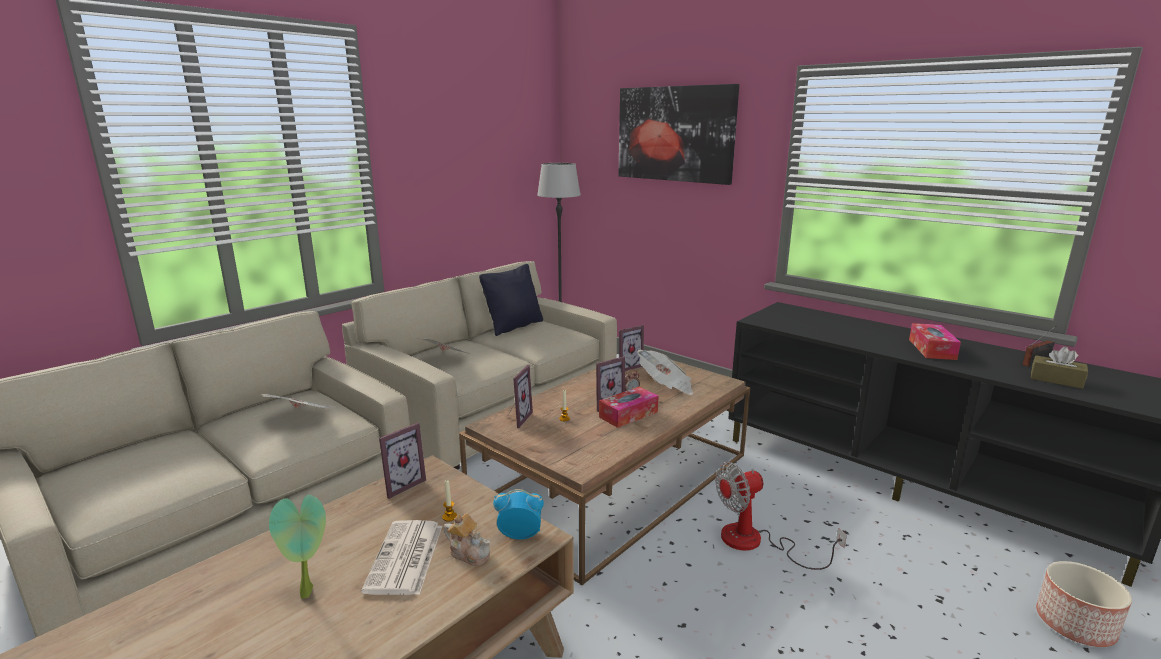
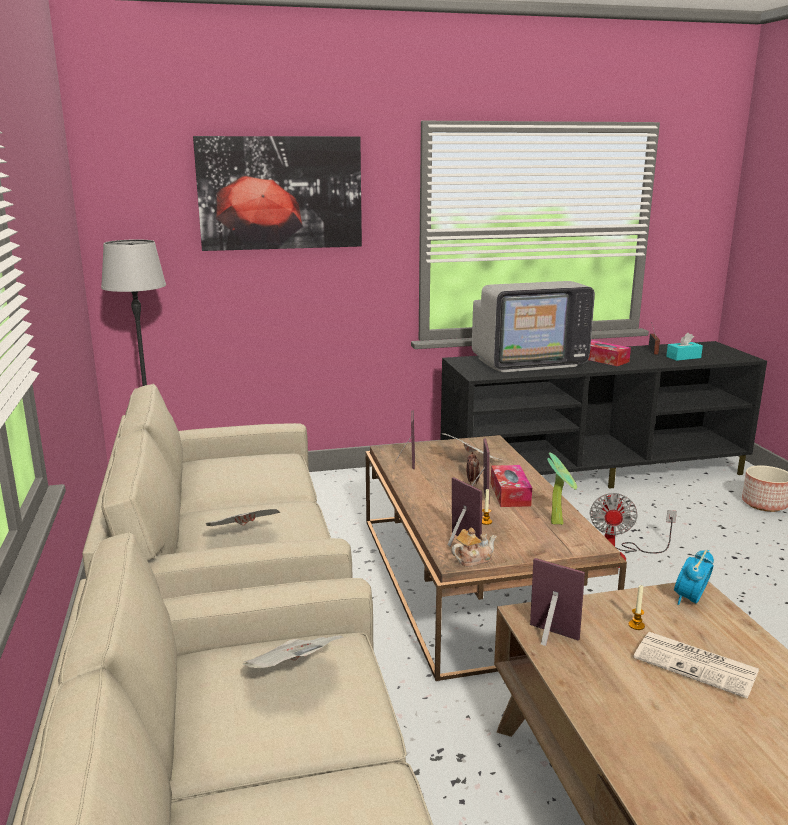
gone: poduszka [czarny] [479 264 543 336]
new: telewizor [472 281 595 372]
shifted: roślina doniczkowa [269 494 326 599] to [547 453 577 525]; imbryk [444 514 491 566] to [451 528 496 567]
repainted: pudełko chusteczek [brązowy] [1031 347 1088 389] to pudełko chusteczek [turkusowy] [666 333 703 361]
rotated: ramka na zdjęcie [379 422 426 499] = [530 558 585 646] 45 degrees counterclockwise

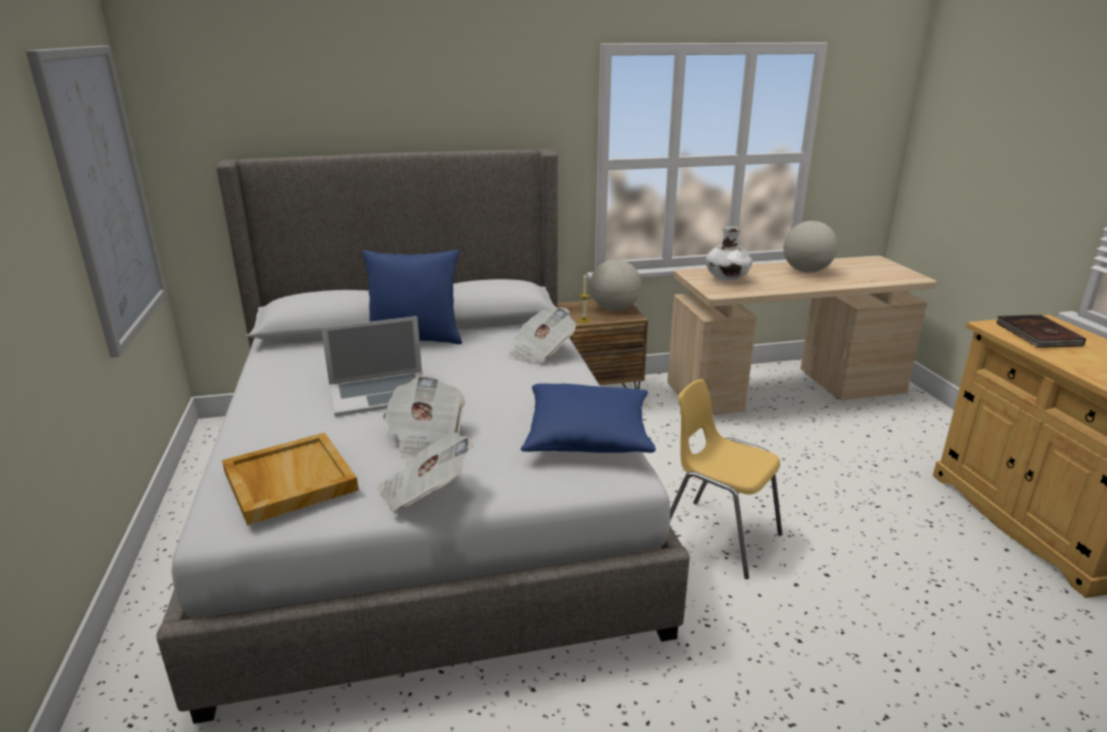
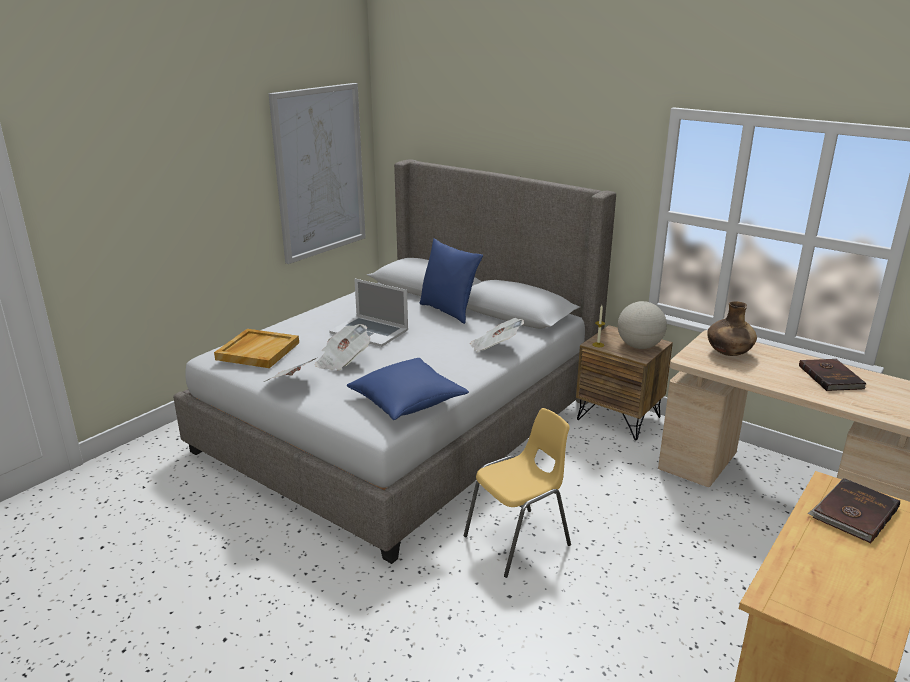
swapped: globus [784 221 838 273] to książka [brązowy] [799 359 866 391]
repainted: wazon [biały] [706 226 753 281] to wazon [brązowy] [707 301 757 356]
rotated: krzesło [żółty] [670 379 782 579] = [464 408 571 578] 60 degrees clockwise

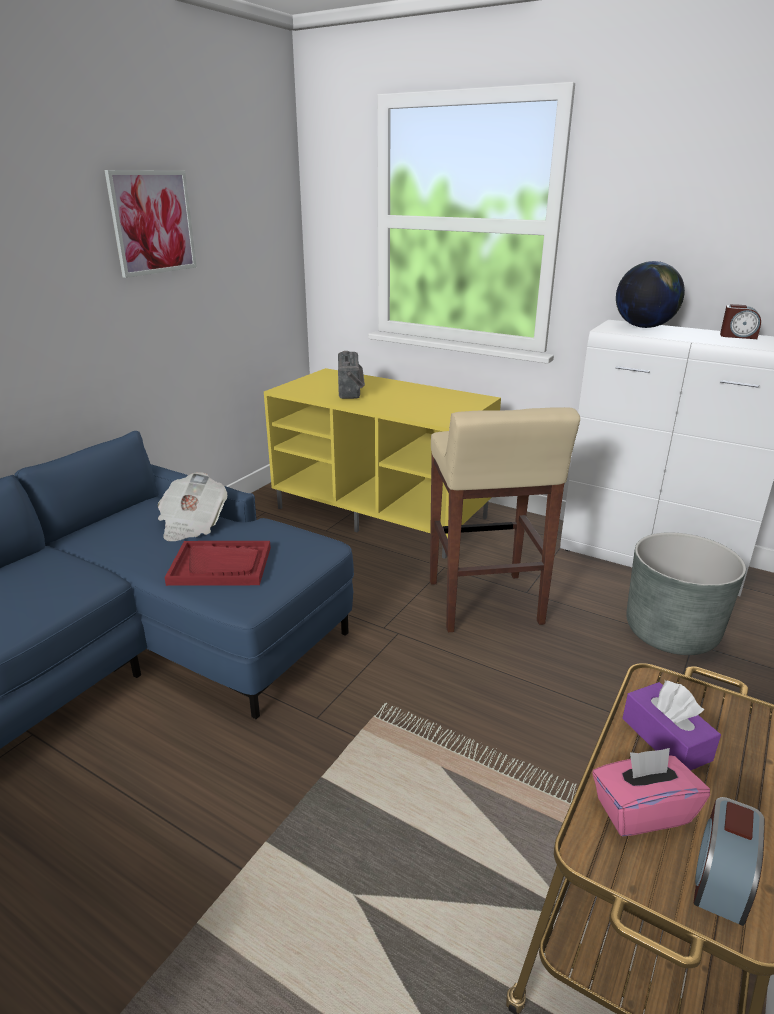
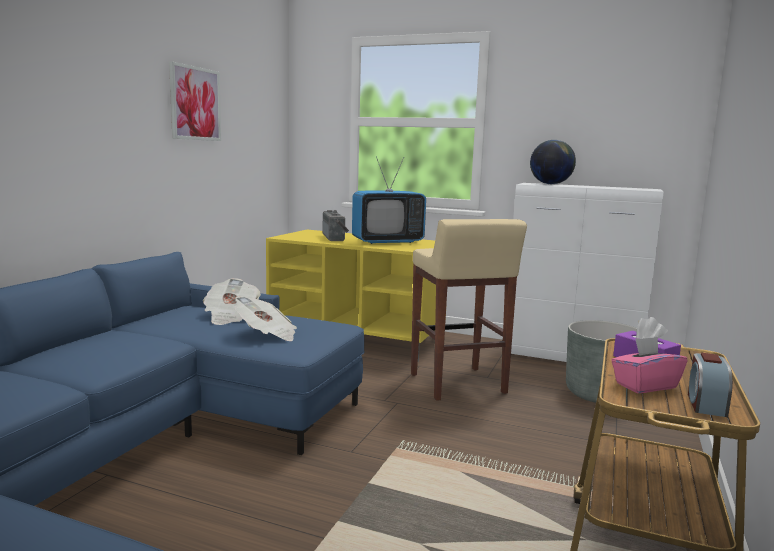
gone: budzik [720 304 761 339]
new: telewizor [352 157 426 244]
swapped: taca [czerwony] [164 541 271 586] to gazeta [234 296 297 341]

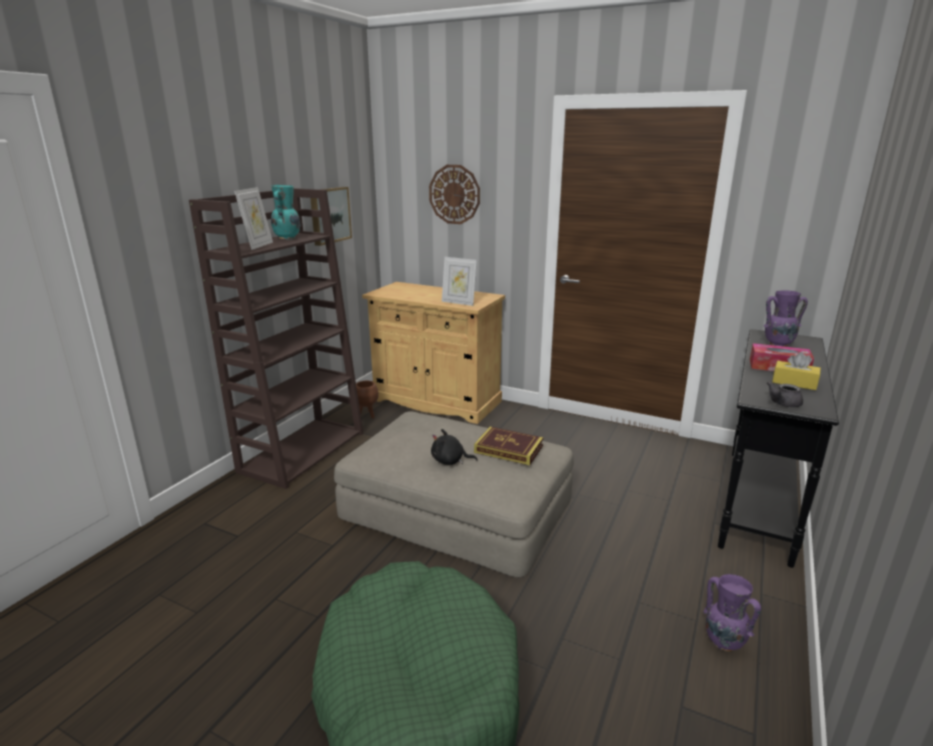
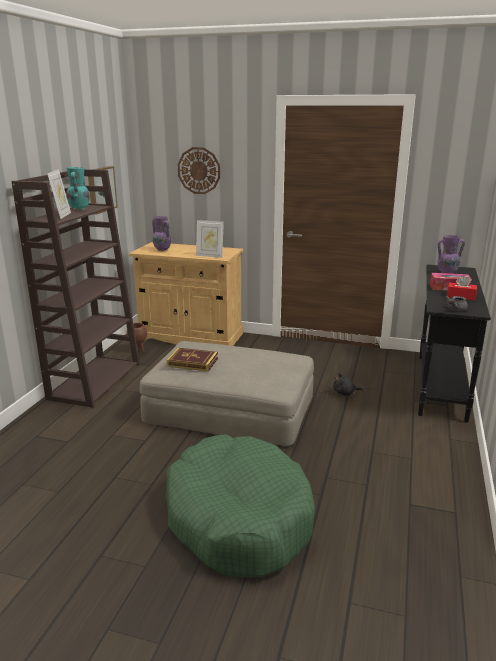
shifted: książka [474 427 543 465] to [166 348 218 372]; pluszak [czarny] [431 429 478 465] to [333 373 363 395]; wazon [fioletowy] [703 574 761 651] to [152 216 171 251]
repainted: pudełko chusteczek [żółty] [772 352 821 390] to pudełko chusteczek [czerwony] [447 275 477 300]

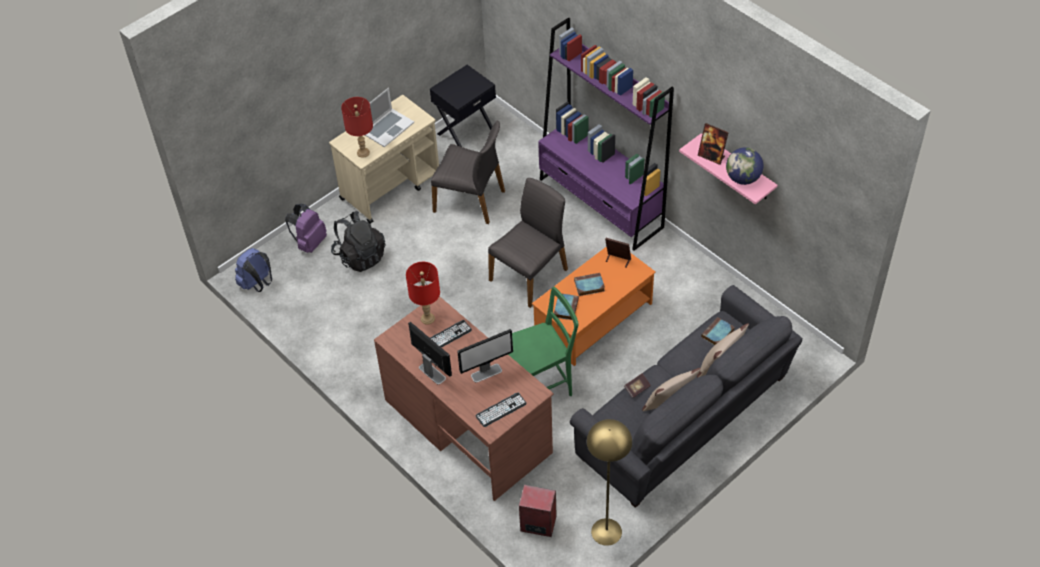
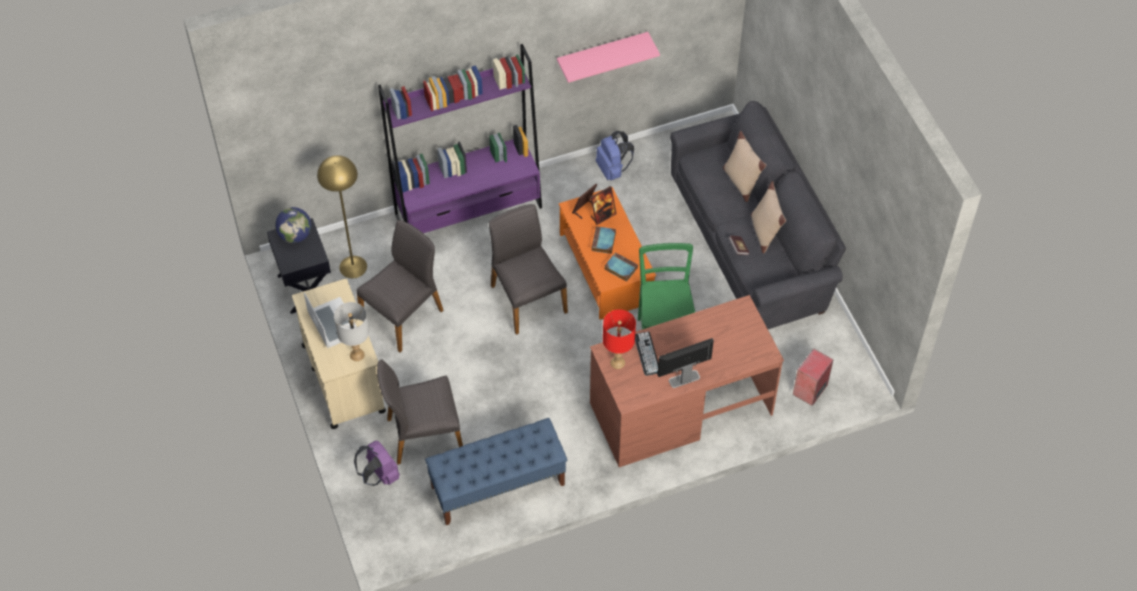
gone: książka [701 317 734 346]; monitor [457 329 513 382]; klawiatura [475 393 527 427]
new: ławka [niebieski] [425 418 567 525]
shifted: ramka na zdjęcie [698 123 729 165] to [590 186 617 225]; globus [726 147 763 185] to [275 207 311 243]; plecak [niebieski] [235 248 272 292] to [596 131 634 180]; lampa stojąca [żółty] [587 419 632 546] to [317 155 367 278]
swapped: plecak [czarny] [331 211 386 272] to krzesło [szary] [377 359 463 465]
repainted: lampa stołowa [czerwony] [341 97 373 158] to lampa stołowa [szary] [334 302 369 361]

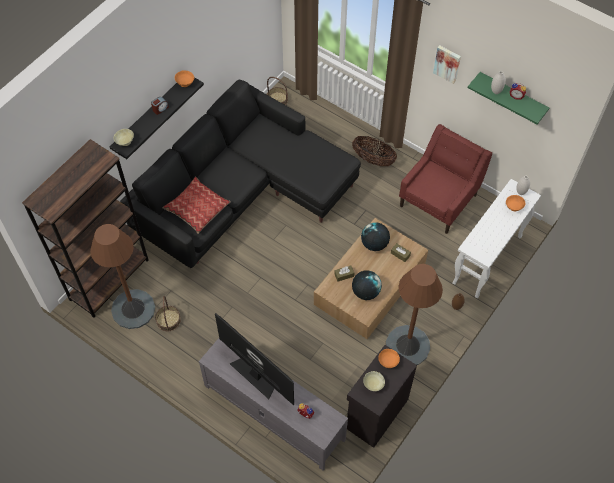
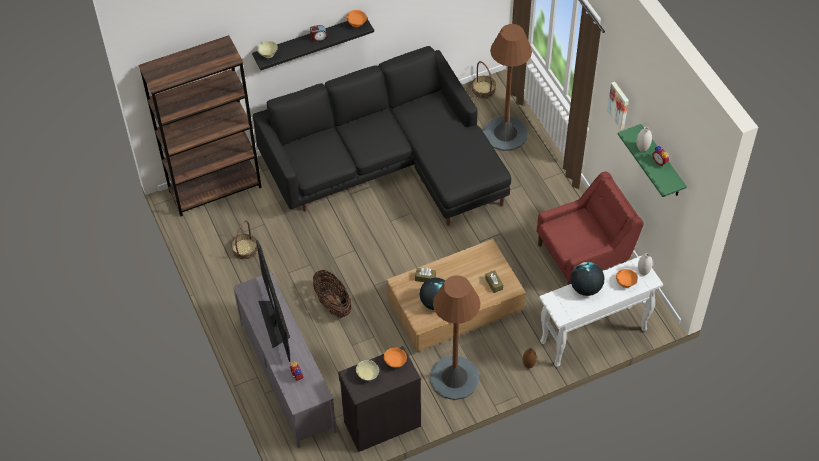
gone: poduszka [163 176 231 234]
shifted: koszyk [352 136 397 166] to [313 270 351 318]; globus [361 222 390 251] to [571 262 604 296]; lampa stojąca [brązowy] [90 224 155 329] to [484 24 532 151]

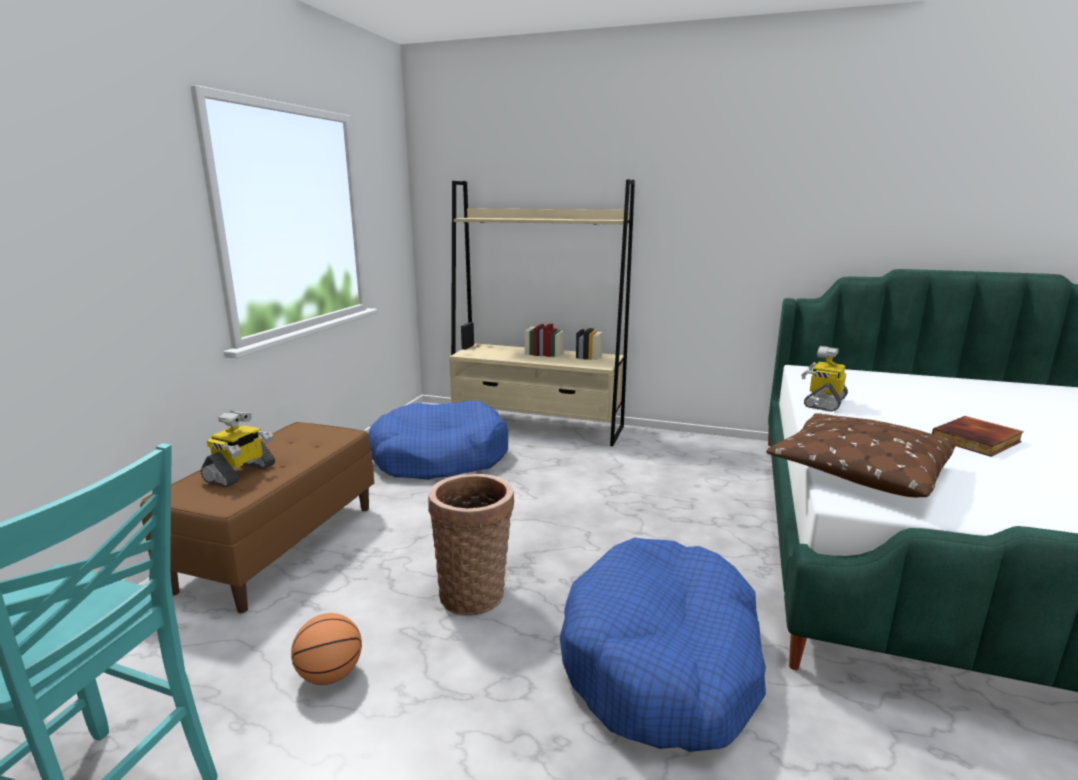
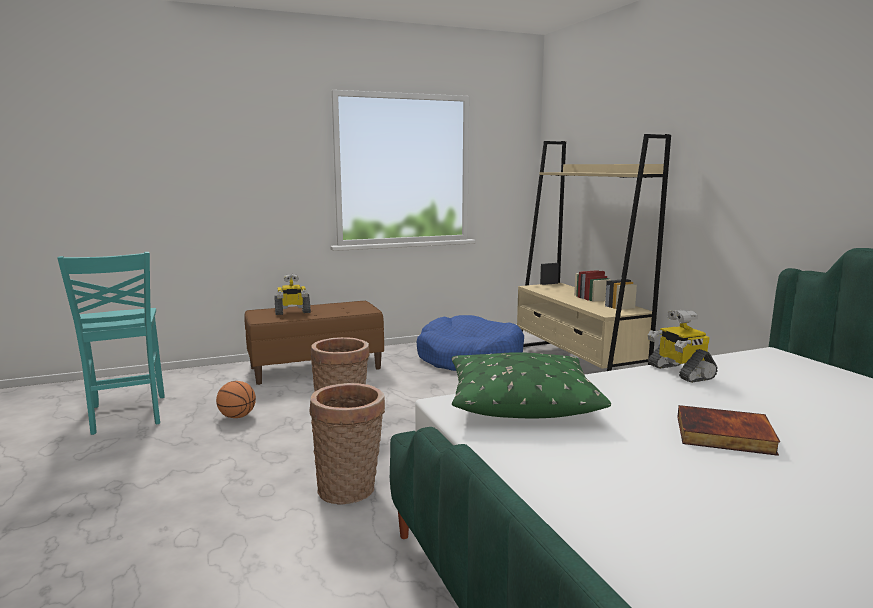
swapped: legowisko [niebieski] [560 538 766 752] to koszyk [309 383 385 505]
repainted: poduszka [brązowy] [766 413 956 497] to poduszka [zielony] [452 352 611 418]
rotated: robot zabawkowy [801 346 848 411] = [648 309 718 383] 105 degrees counterclockwise

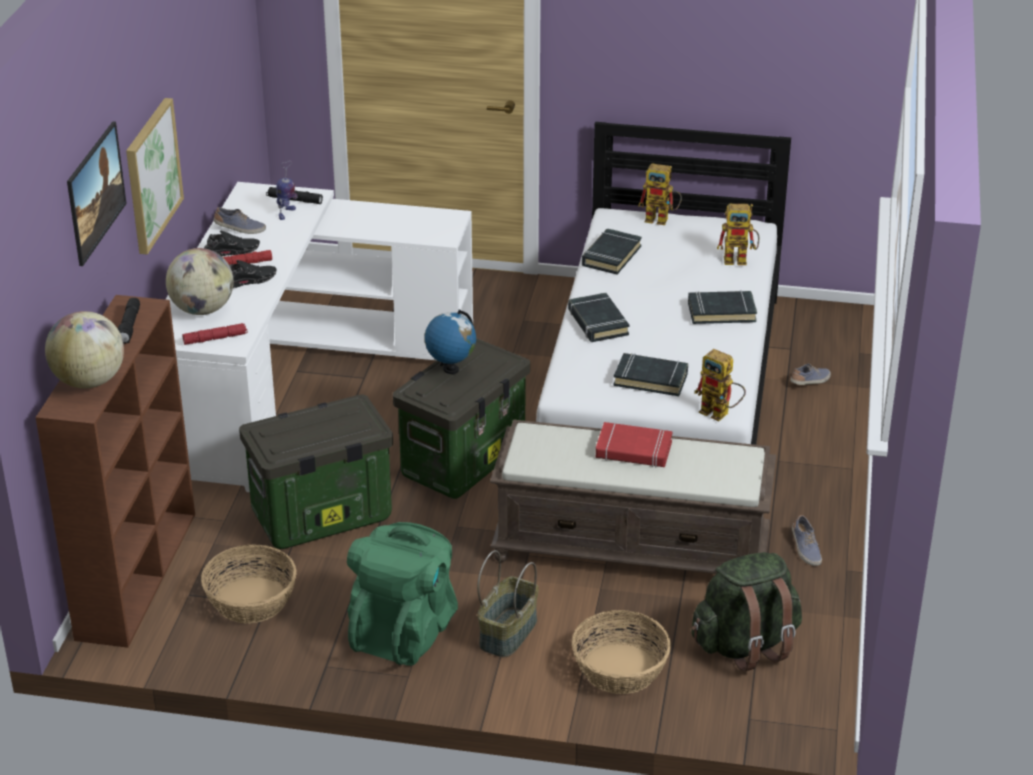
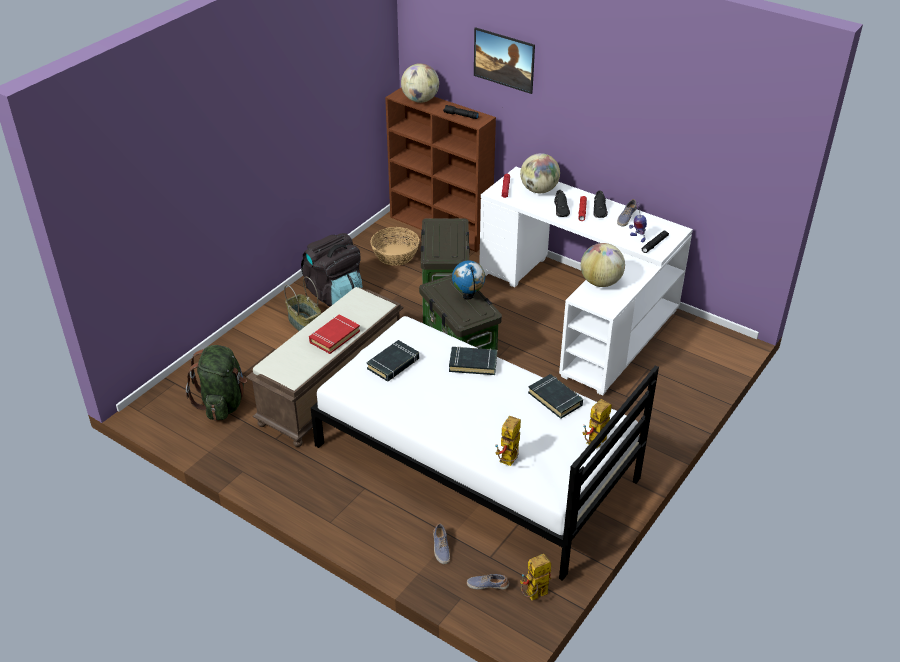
gone: obraz [126 98 184 255]; książka [czarny] [688 290 757 324]; koszyk [572 610 671 694]
new: globus [581 243 625 287]
shifted: robot zabawkowy [695 349 746 421] to [520 554 551 600]; but [792 515 822 566] to [467 574 509 590]
repainted: plecak [zielony] [347 522 458 666] to plecak [czarny] [301 233 362 307]

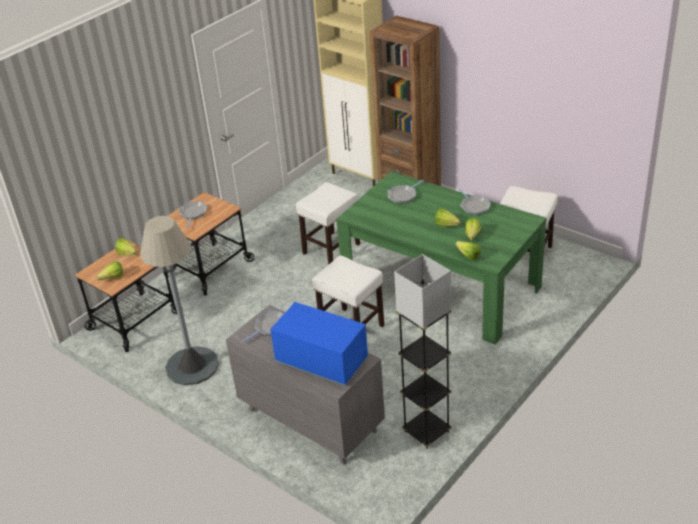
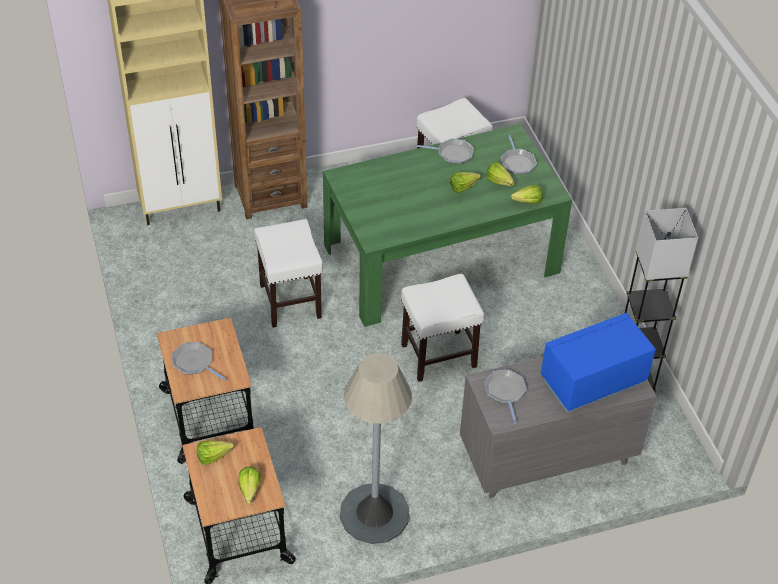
shifted: patelnia [388 180 424 203] to [501 135 537 175]

